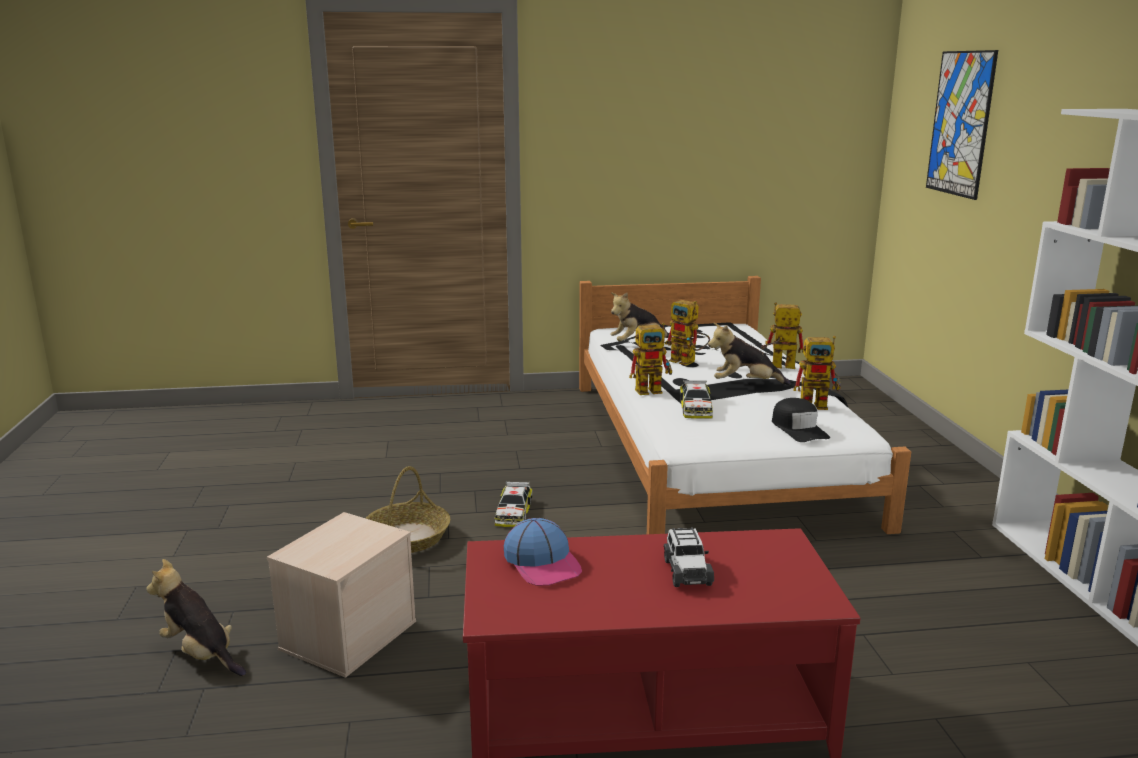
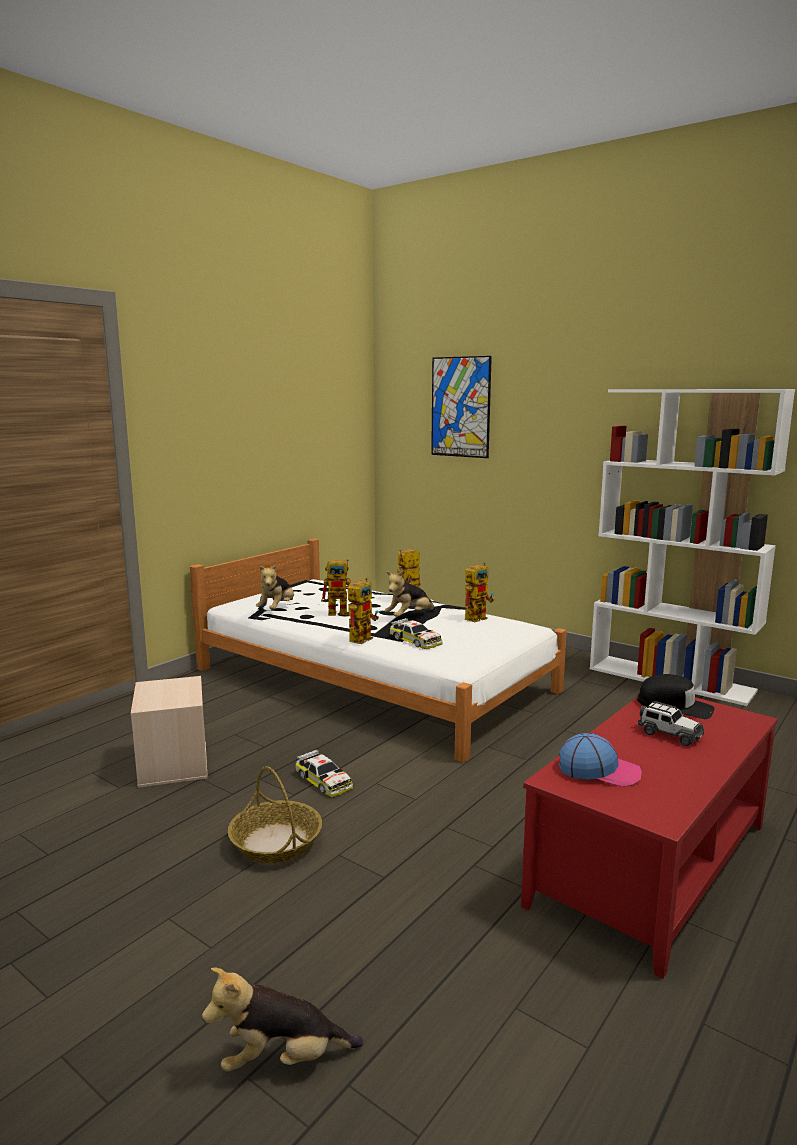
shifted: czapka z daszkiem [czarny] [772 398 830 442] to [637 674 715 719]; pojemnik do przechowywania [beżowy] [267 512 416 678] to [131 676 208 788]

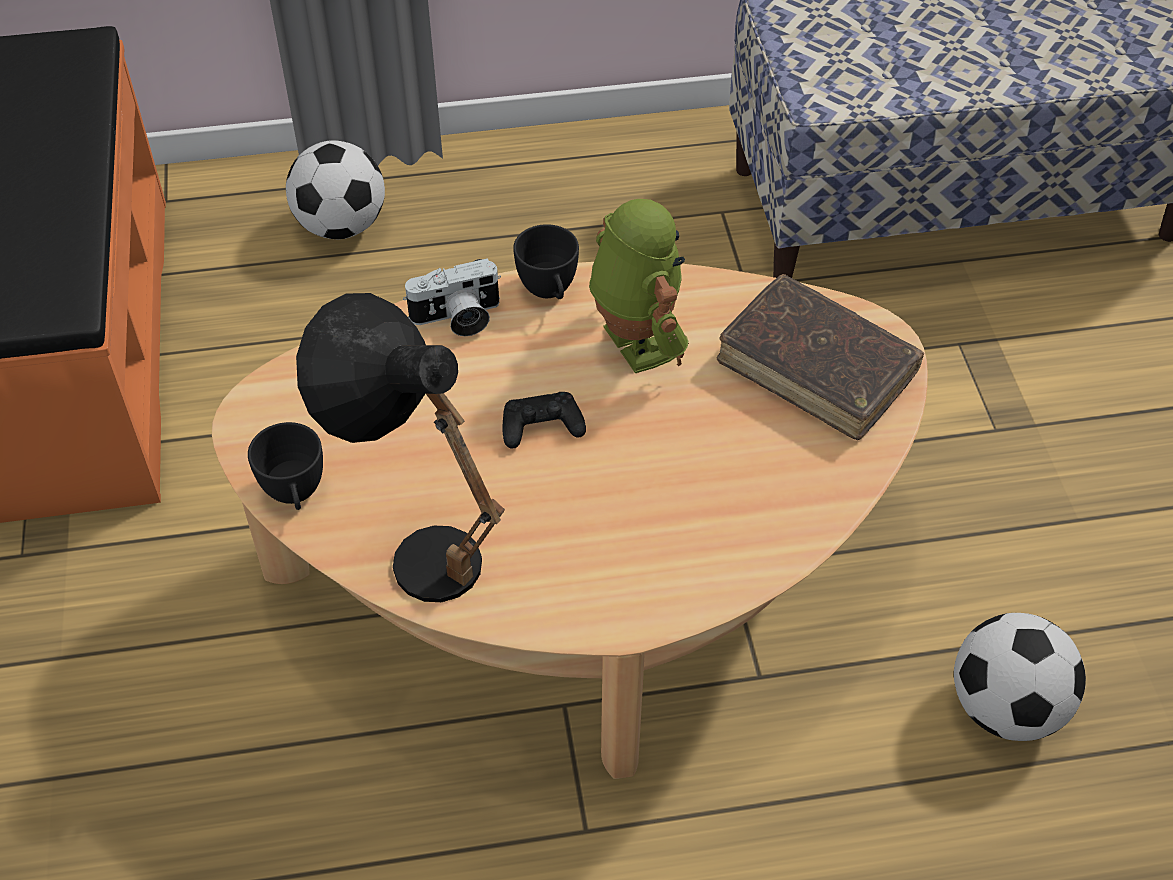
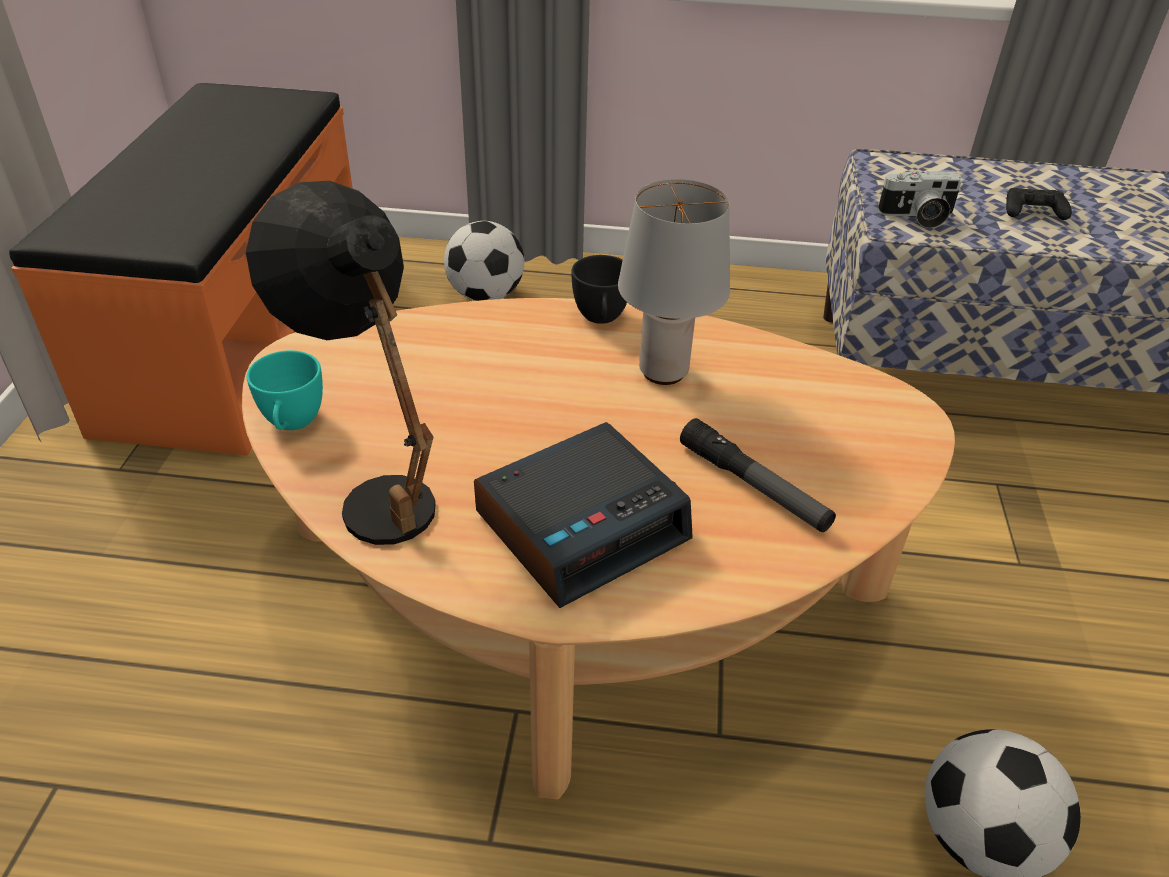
gone: książka [brązowy] [717 274 924 440]
new: latarka [680 418 836 532]; budzik [474 422 693 608]
shifted: aparat fotograficzny [403 258 501 336] to [877 171 962 228]; pad do gier [czarny] [502 392 586 449] to [1006 188 1072 220]
swapped: robot zabawkowy [589 199 689 373] to lampa stołowa [szary] [618 179 730 385]
repainted: filiżanka [czarny] [248 422 323 510] to filiżanka [turkusowy] [247 350 323 430]

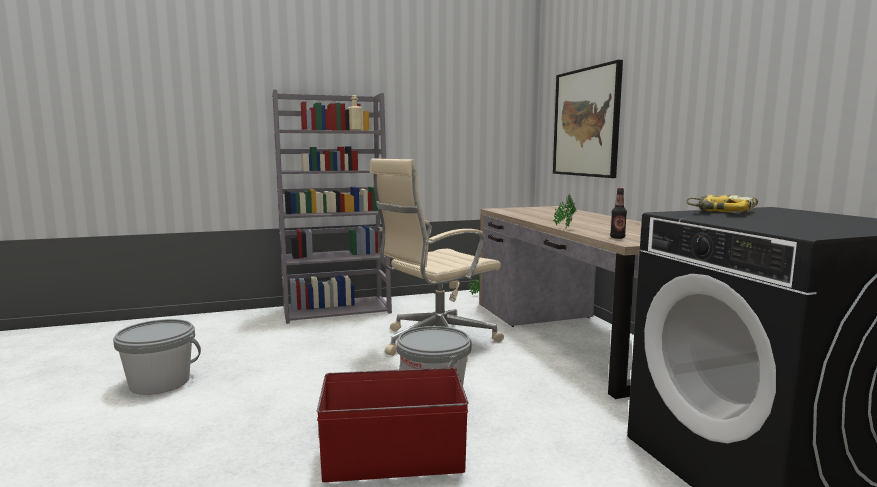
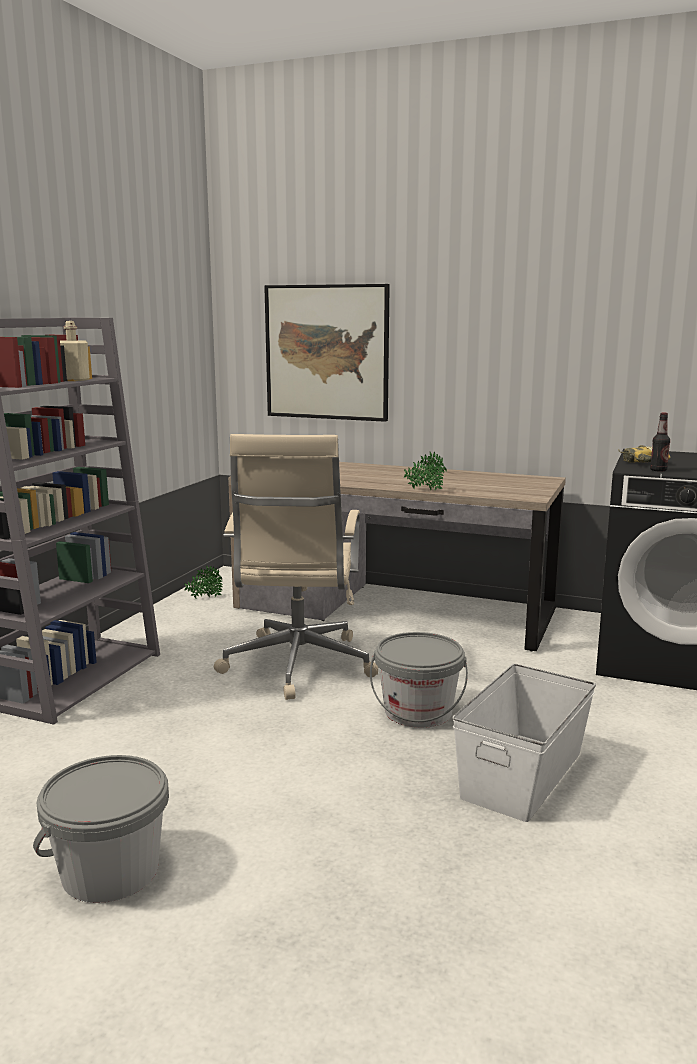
shifted: butelka [610 188 627 239] to [650 413 670 472]
repainted: pojemnik do przechowywania [czerwony] [317 367 469 482] to pojemnik do przechowywania [biały] [453 664 596 822]

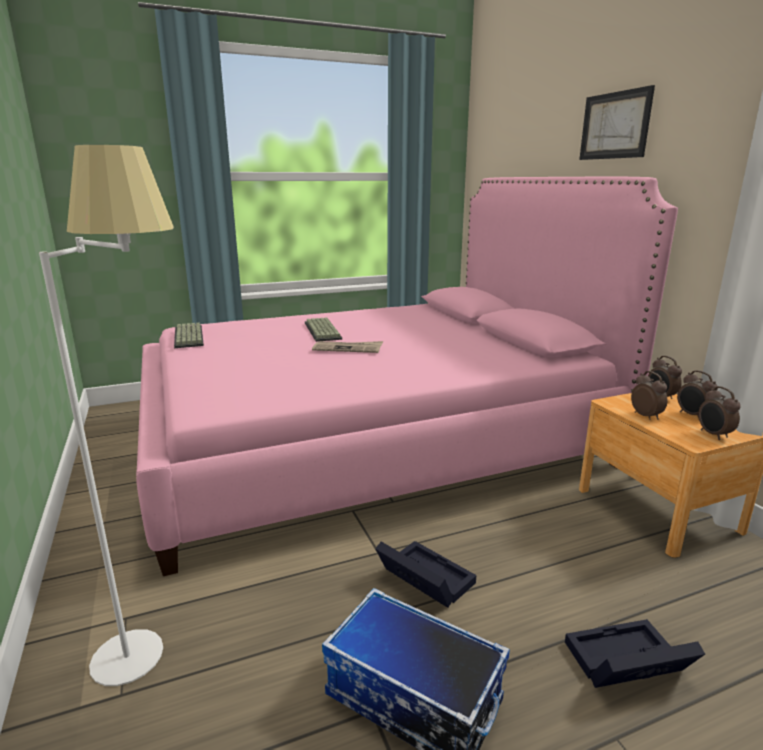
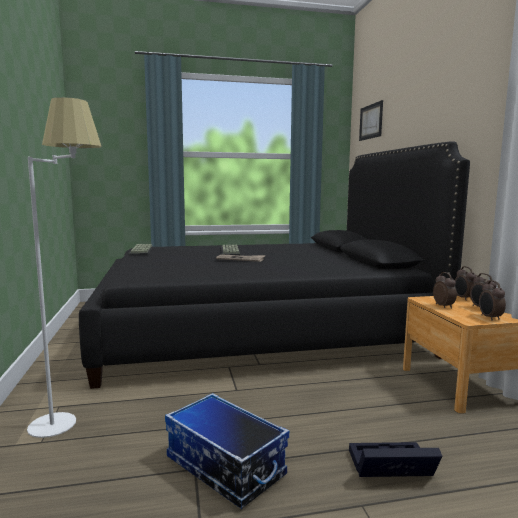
gone: pojemnik do przechowywania [czarny] [375 541 476 608]
shifted: obraz [579 85 655 160] to [359 100 383 141]
repainted: łóżko [różowy] [136 177 678 576] to łóżko [czarny] [79 142 470 389]

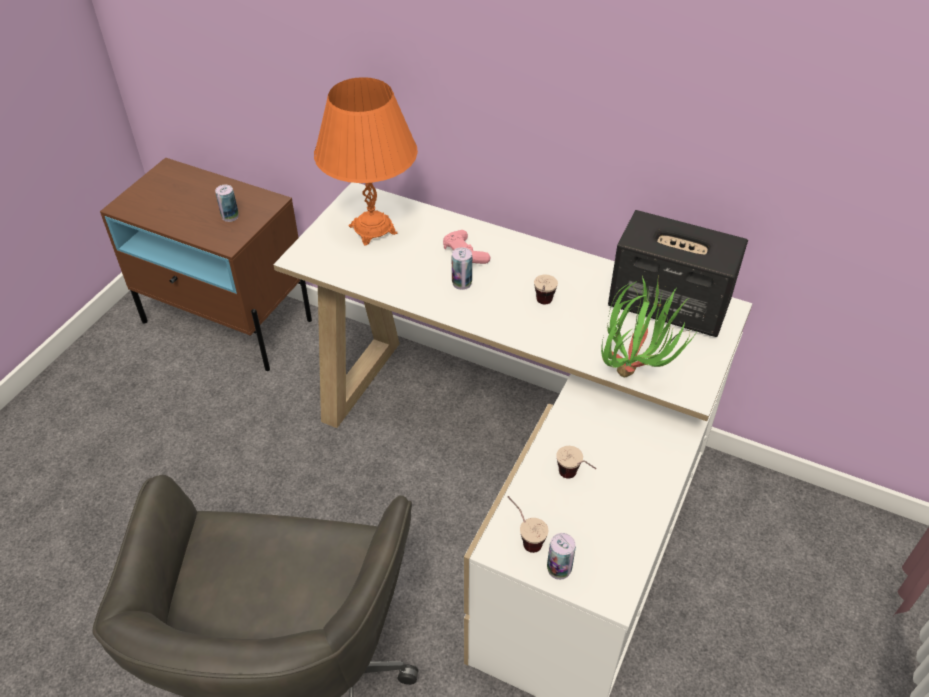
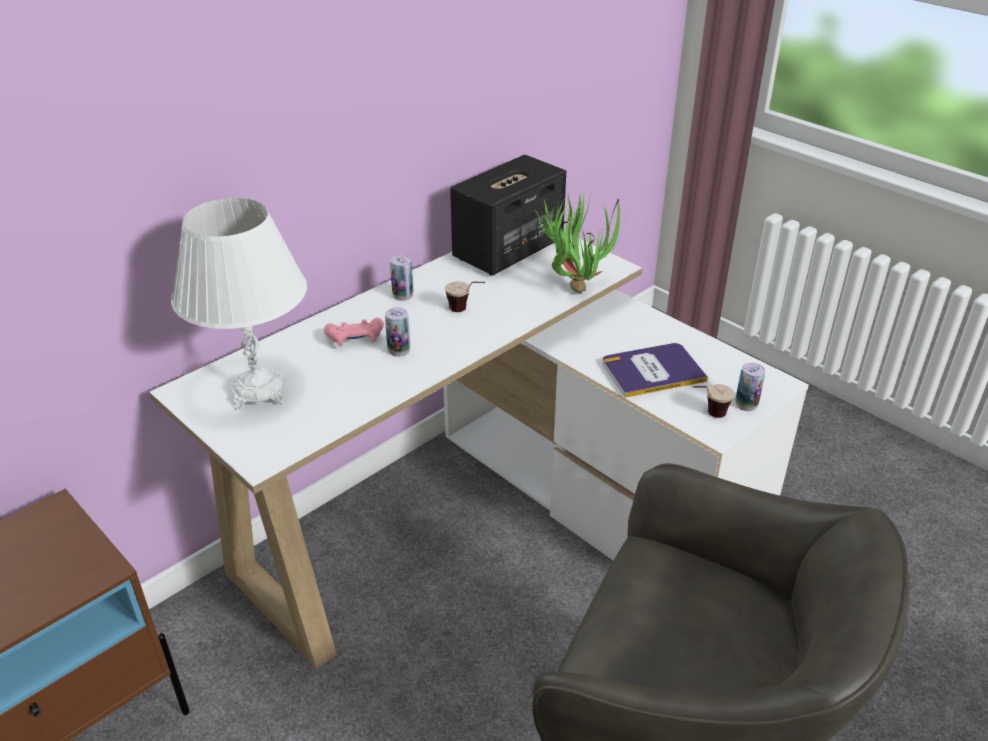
shifted: puszka [215 185 239 222] to [390 255 413 301]
swapped: filiżanka [556 446 596 479] to książka [603 343 708 398]
repainted: lampa stołowa [pomarańczowy] [314 77 418 246] to lampa stołowa [biały] [171 198 307 409]

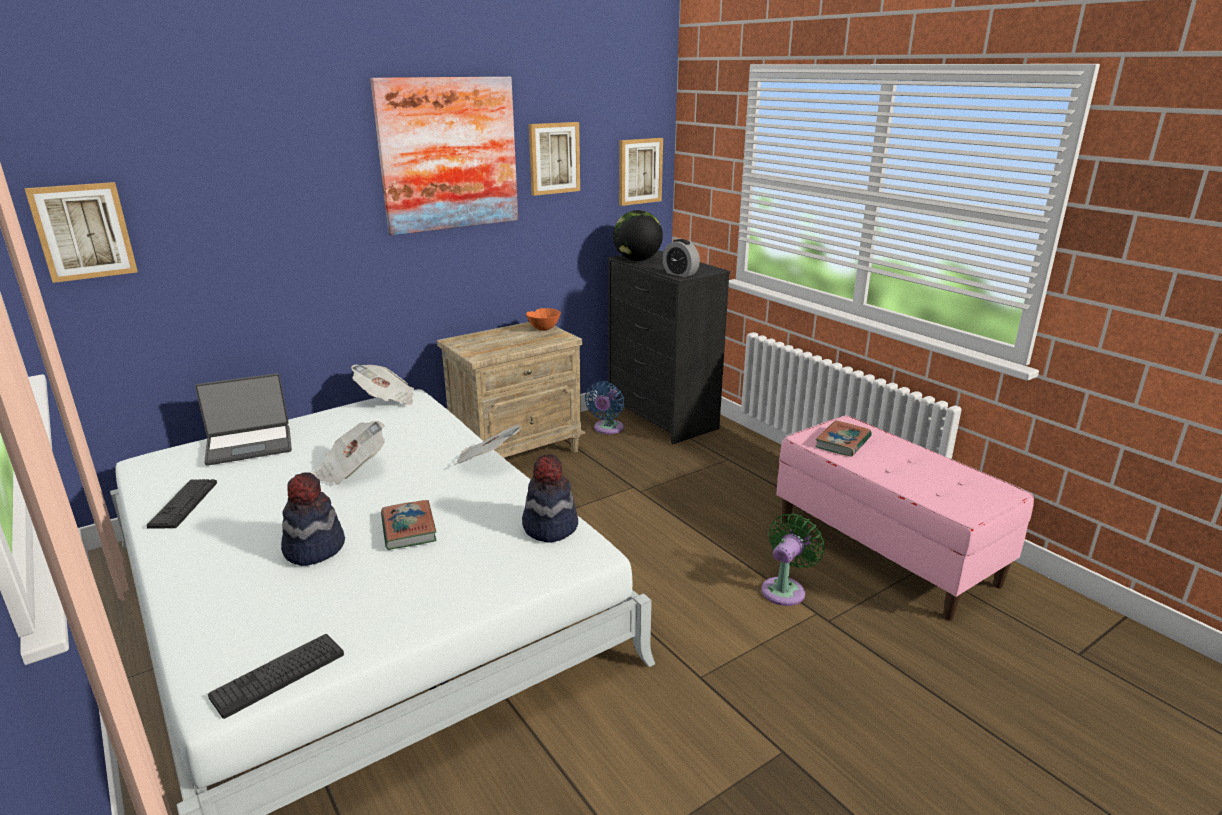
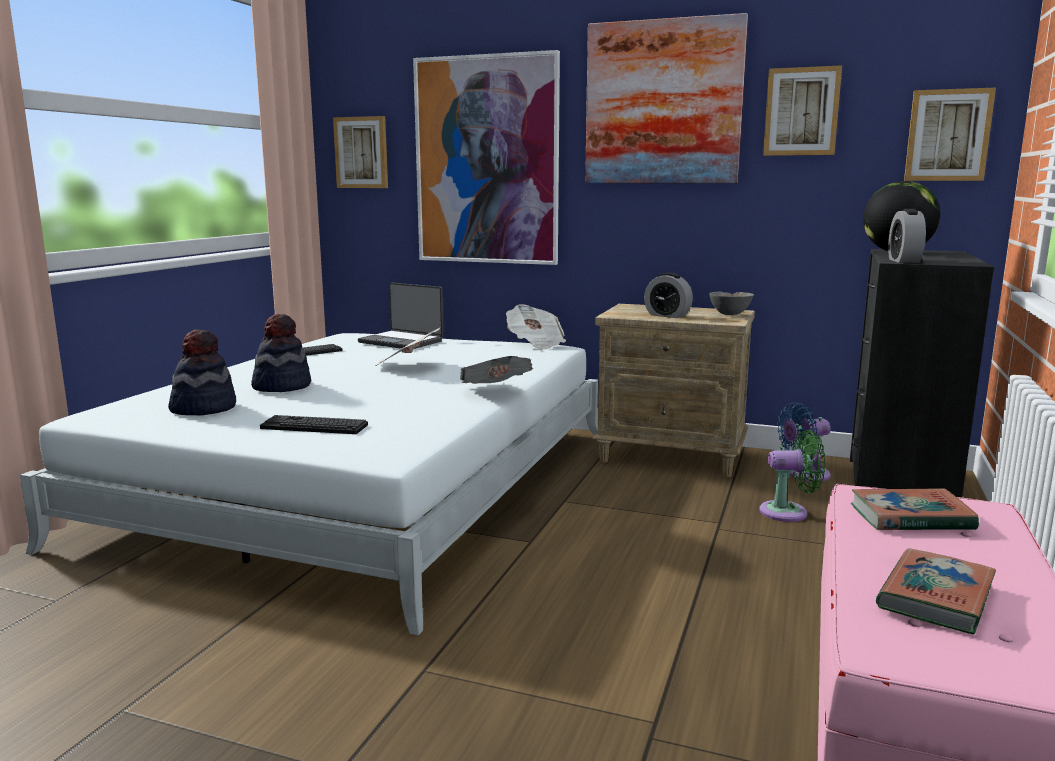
new: obraz [413 50 560 265]; budzik [644 273 693 318]
shifted: kapelusz [522 454 578 543] to [168 329 236 416]; książka [381 500 436 550] to [876 549 996 634]; wentylator [zielony] [761 513 825 606] to [759 430 825 522]; klawiatura [208 634 344 719] to [260 415 368 434]
repainted: miska [pomarańczowy] [526 308 561 331] to miska [szary] [709 291 754 315]

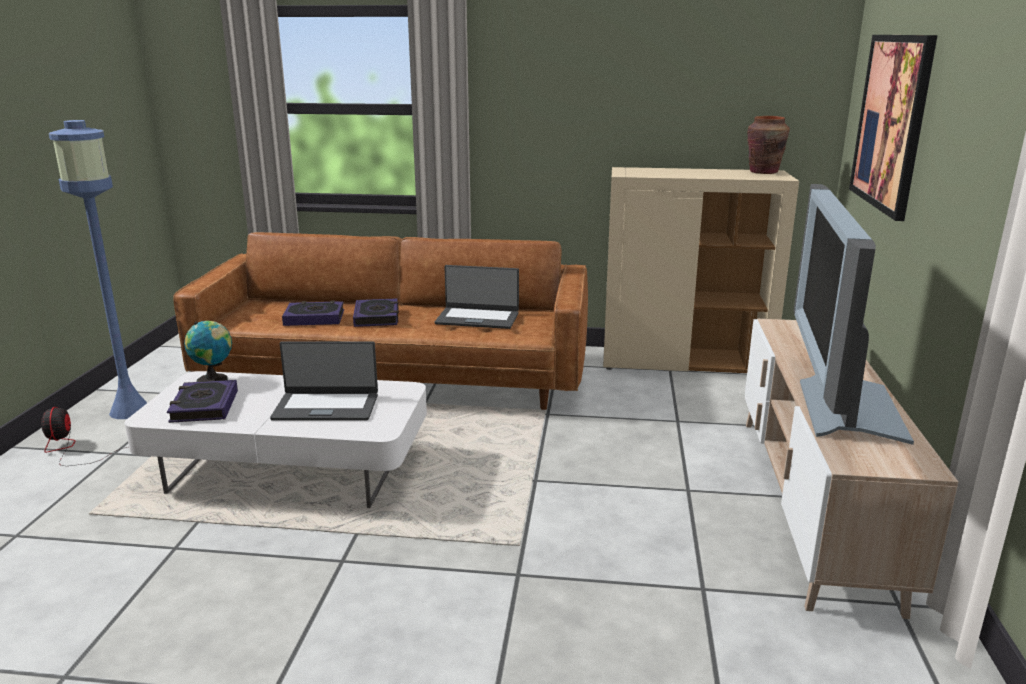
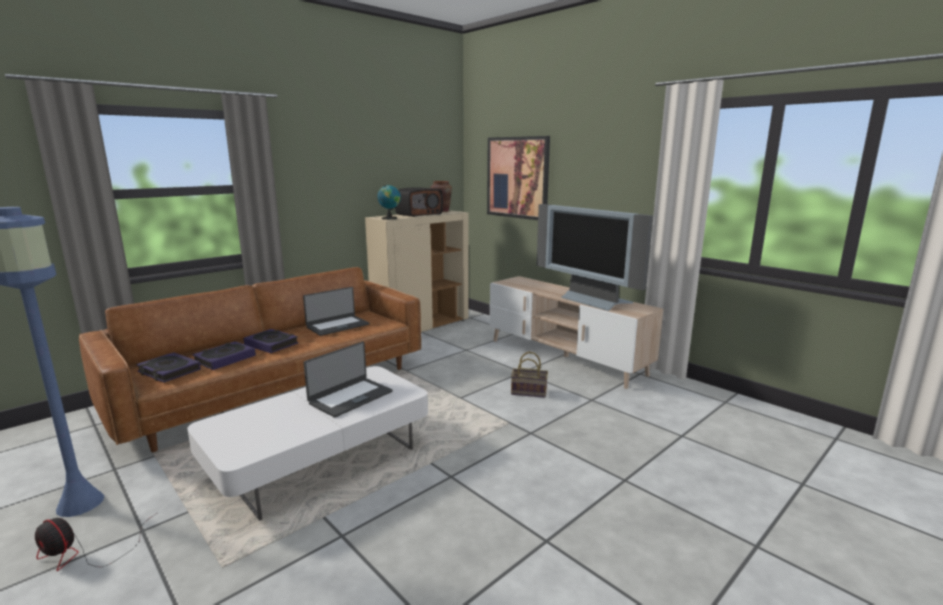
new: radio [395 187 443 217]; koszyk [511 352 548 398]
shifted: globus [184 321 232 382] to [377 185 401 220]; książka [167 380 238 423] to [136 352 201 383]

